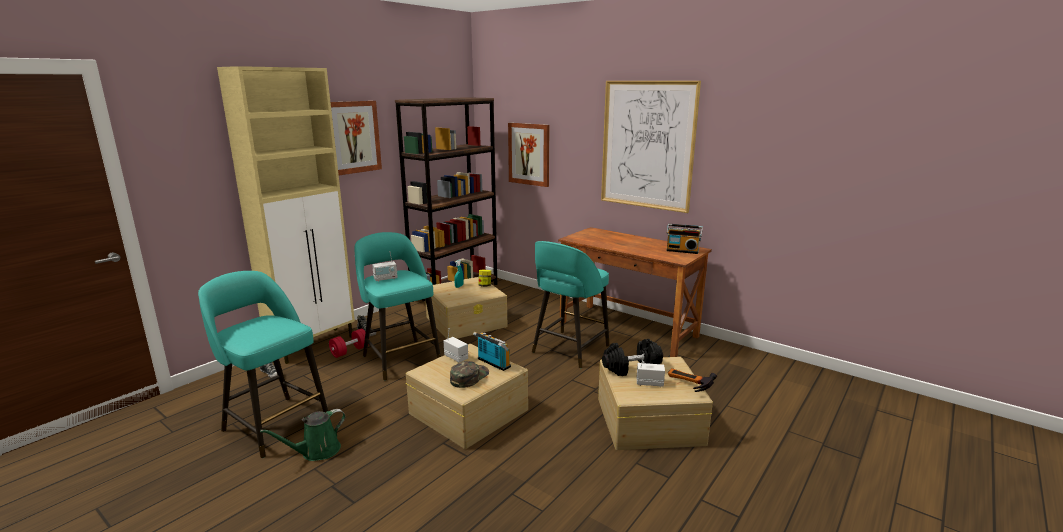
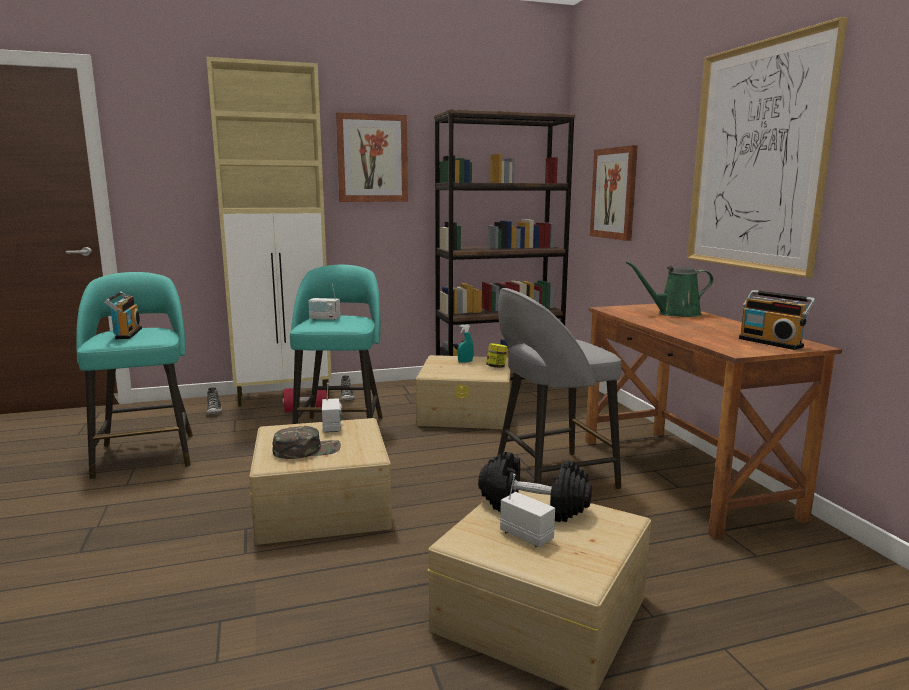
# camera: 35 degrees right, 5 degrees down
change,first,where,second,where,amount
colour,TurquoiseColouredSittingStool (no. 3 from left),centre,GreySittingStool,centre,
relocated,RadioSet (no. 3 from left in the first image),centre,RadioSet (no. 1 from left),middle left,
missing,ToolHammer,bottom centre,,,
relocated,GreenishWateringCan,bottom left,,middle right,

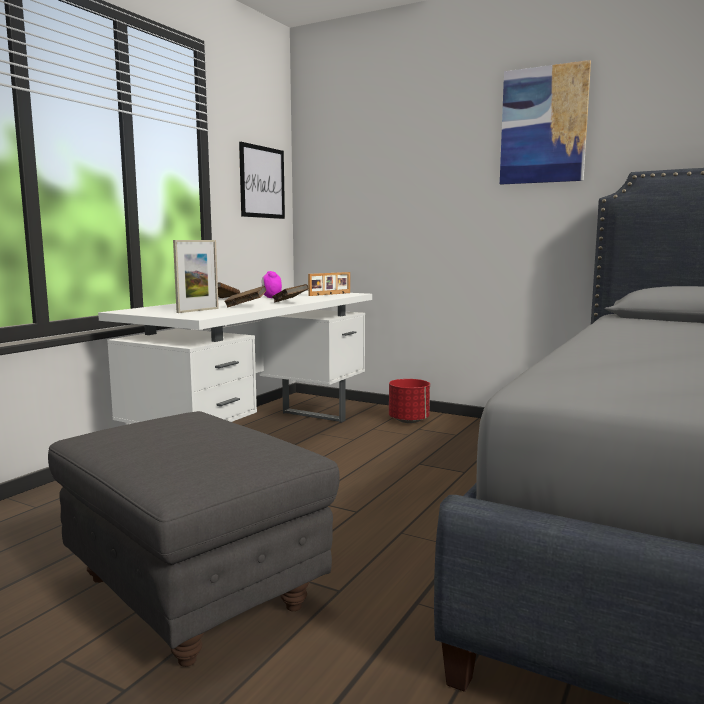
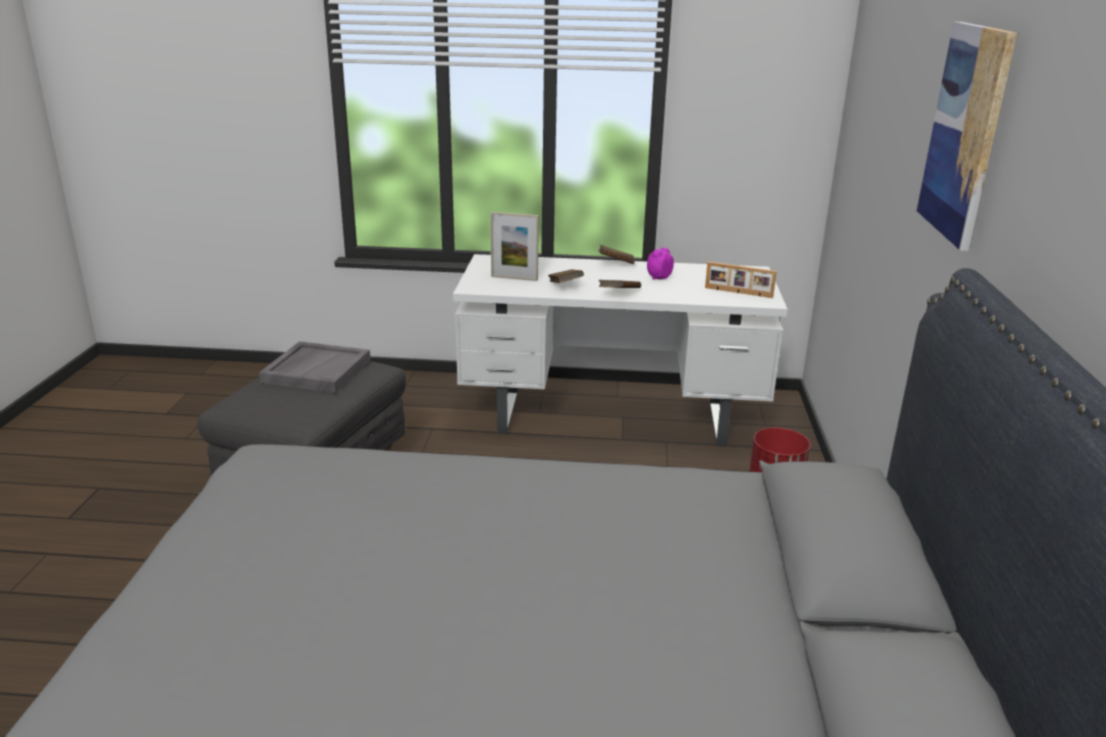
# camera: 65 degrees right, 15 degrees up
change,first,where,second,where,amount
missing,WallArt (no. 1 from left),top centre,,,
appeared,,,GreyCarryingTray,middle left,

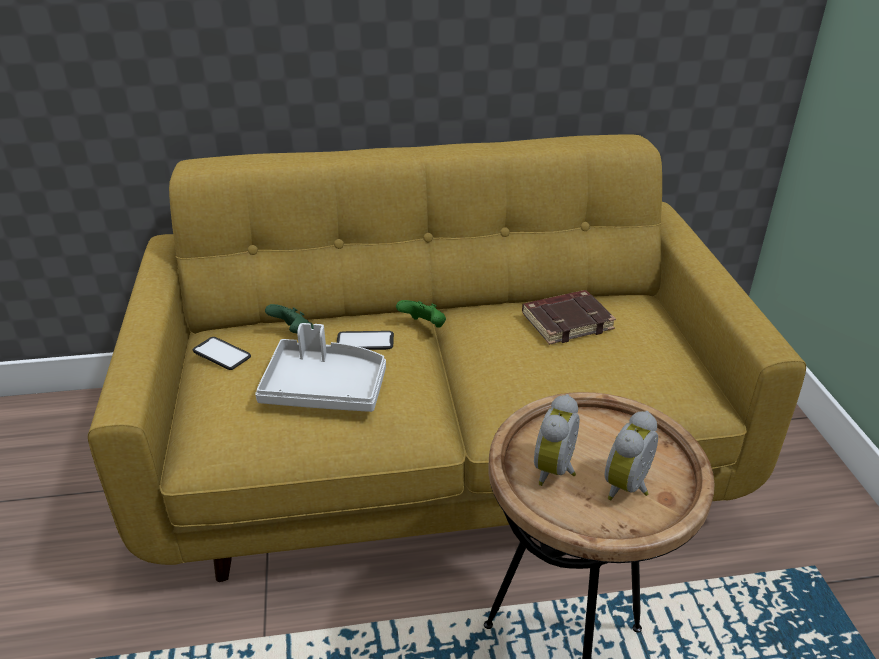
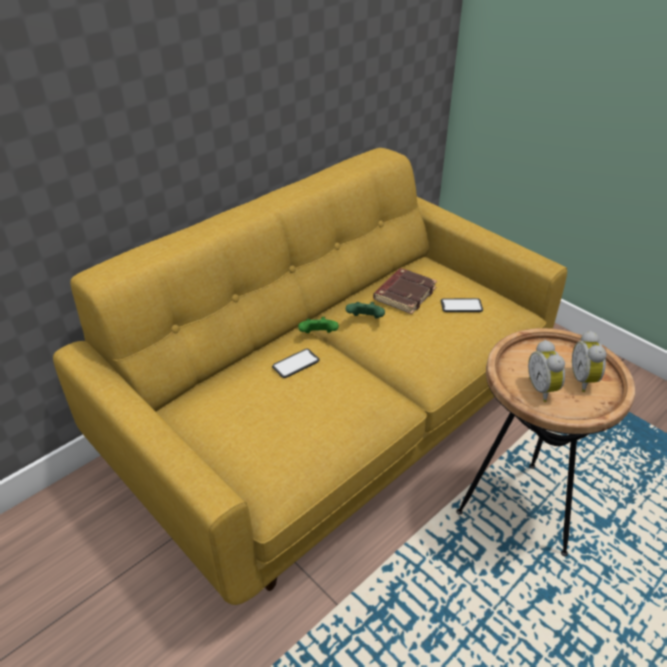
# camera: 35 degrees left, 5 degrees up
change,first,where,second,where,amount
relocated,GreenishGamepad (no. 1 from left in the first image),middle left,GreenishGamepad (no. 2 from left),centre,
missing,GreyCarryingTray,centre,,,
relocated,Telephone (no. 1 from left in the first image),middle left,Telephone (no. 2 from left),middle right,

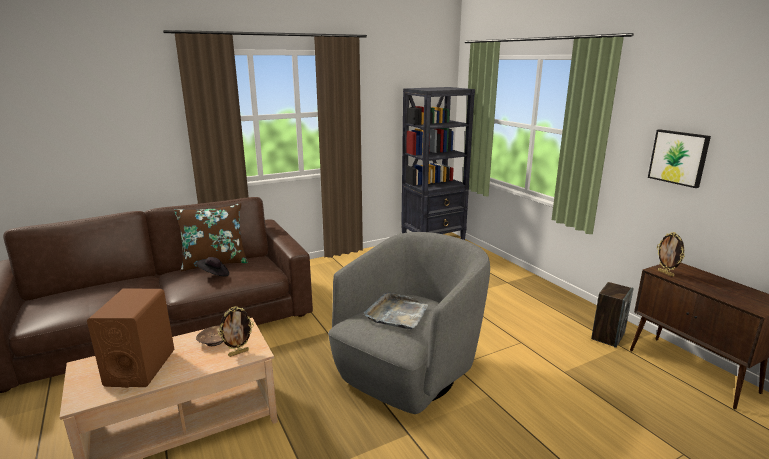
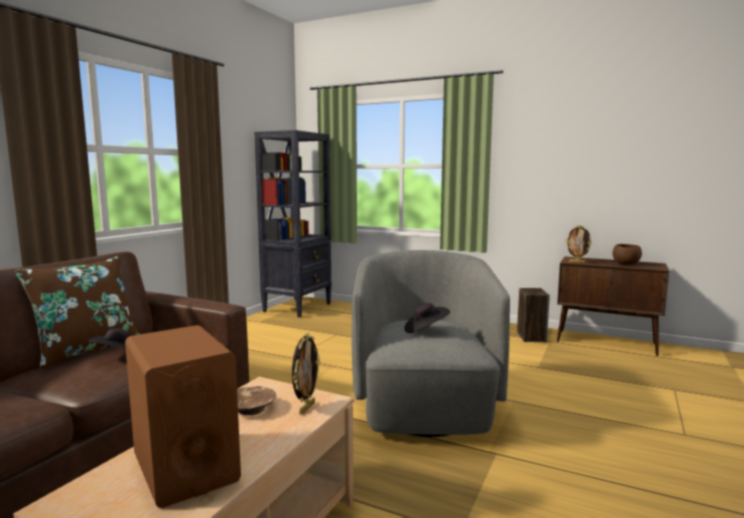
# camera: 35 degrees left, 10 degrees down
change,first,where,second,where,amount
missing,WallArt,middle right,,,
exchanged,GreyCarryingTray,bottom centre,BlackishHat (no. 2 from left),centre,
appeared,,,BrownServingBowl (no. 2 from left),middle right,

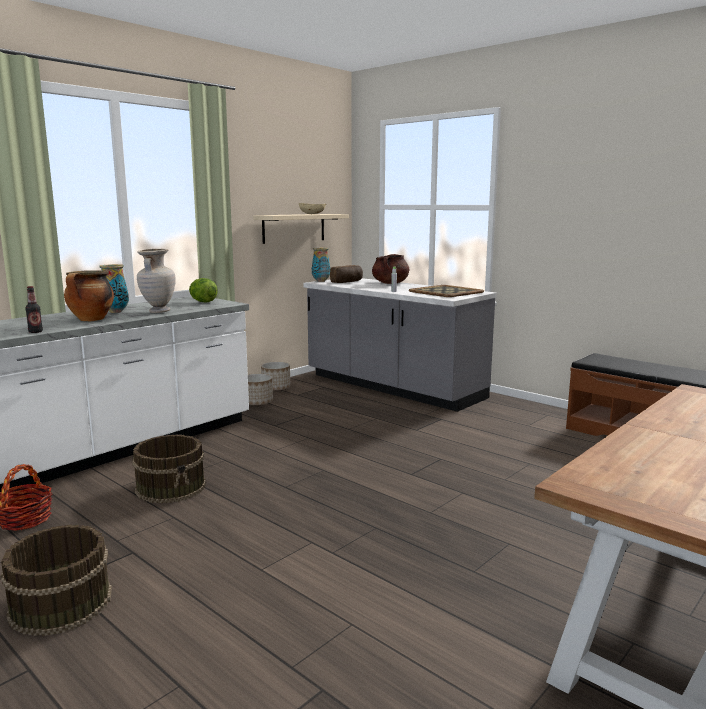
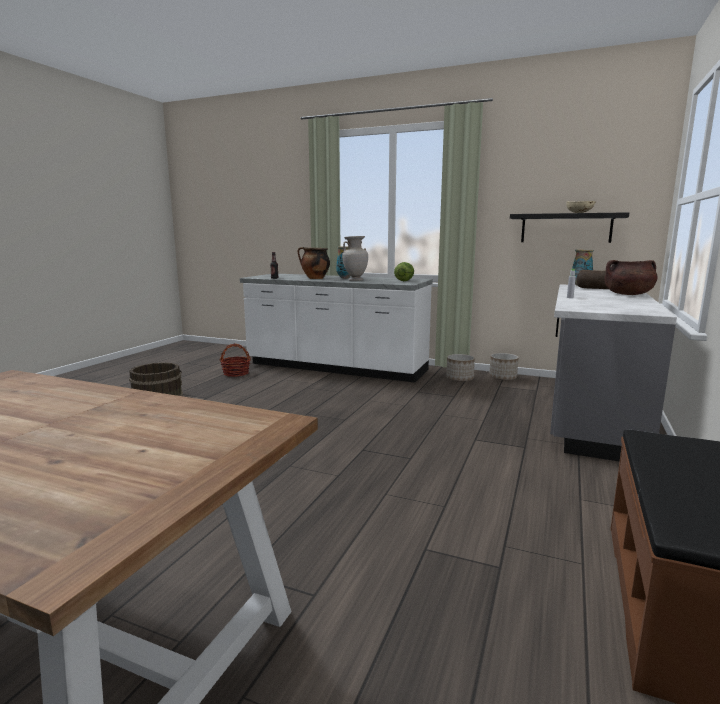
# camera: 70 degrees right, 0 degrees up
change,first,where,second,where,amount
colour,SandColouredBracketShelf,top centre,BlackishBracketShelf,top right,
missing,CarryingTray,centre,,,
missing,BrownPail (no. 2 from left),middle left,,,

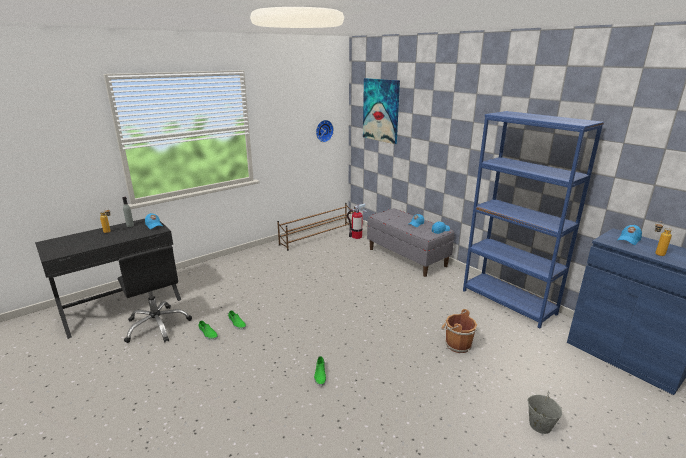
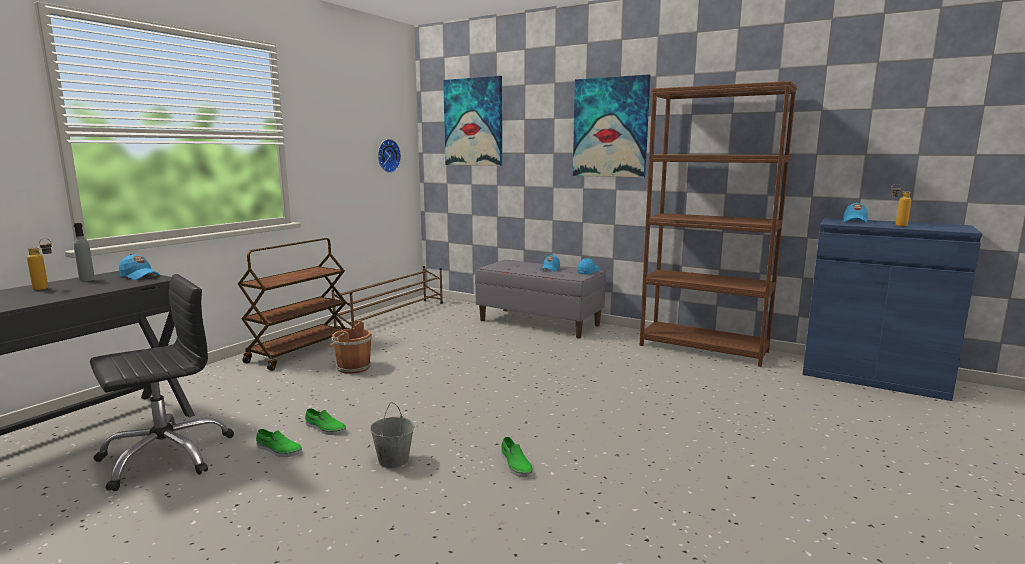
# camera: 20 degrees left, 10 degrees down
change,first,where,second,where,amount
colour,BluishBookshelf,middle right,BrownBookshelf,middle right,
missing,FireFightingCylinder,centre,,,
spun,BlackishDeskChair,middle left,,bottom left,75 degrees counterclockwise
relocated,BrownPail,bottom right,,centre,
relocated,GreyPail,bottom right,,bottom centre,
appeared,,,WallArt (no. 2 from left),top centre,
appeared,,,BrownCart,middle left,

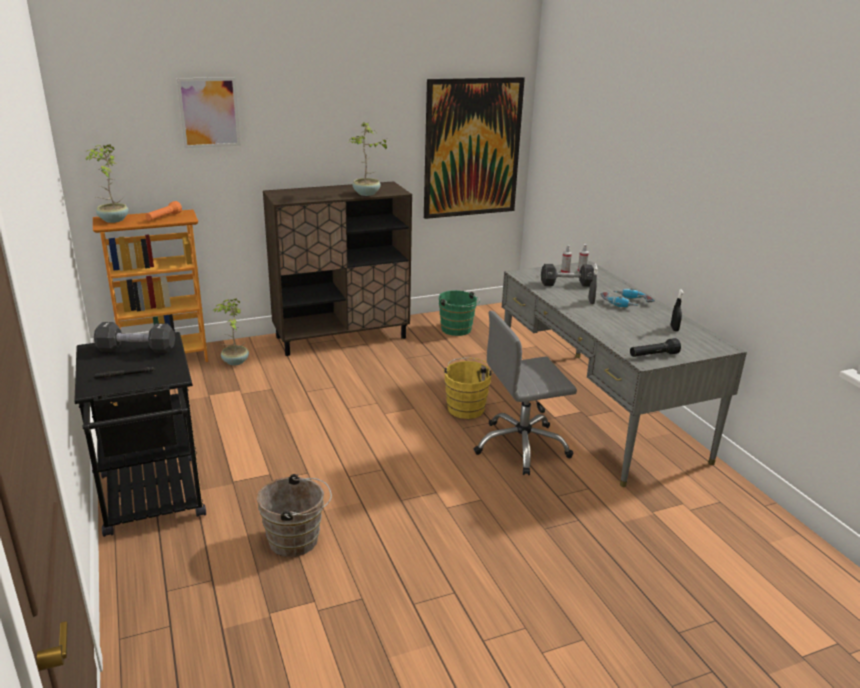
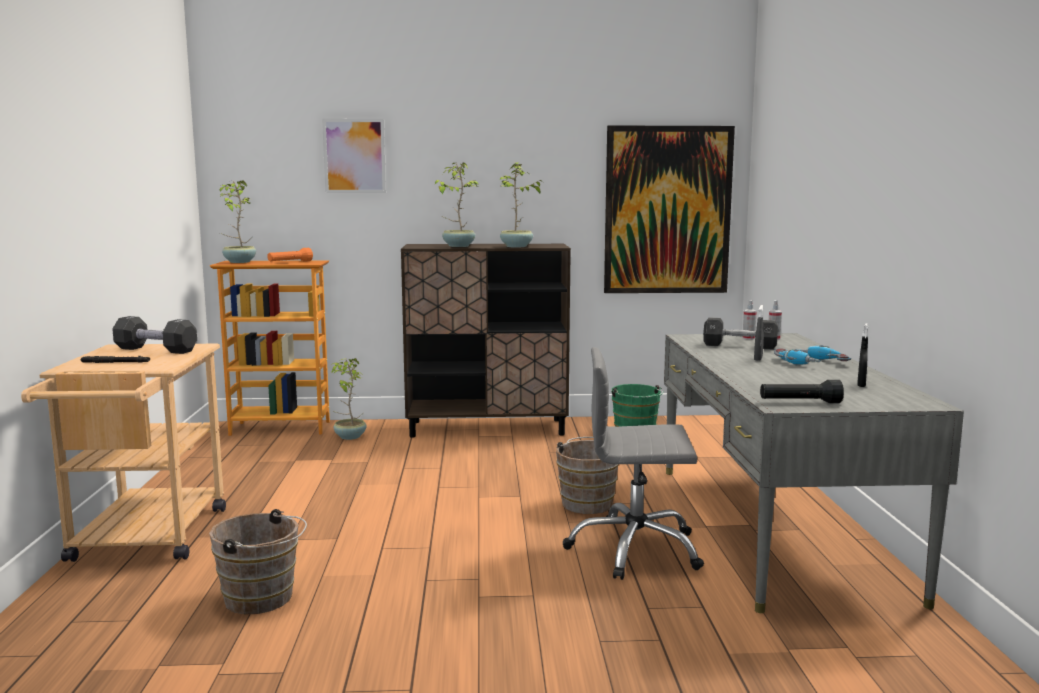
# camera: 20 degrees right, 15 degrees down
change,first,where,second,where,amount
colour,BlackishCart,middle left,SandColouredCart,middle left,
colour,YellowPail,centre,BrownPail (no. 2 from left),bottom centre,
appeared,,,PottedPlant (no. 3 from left),top centre,

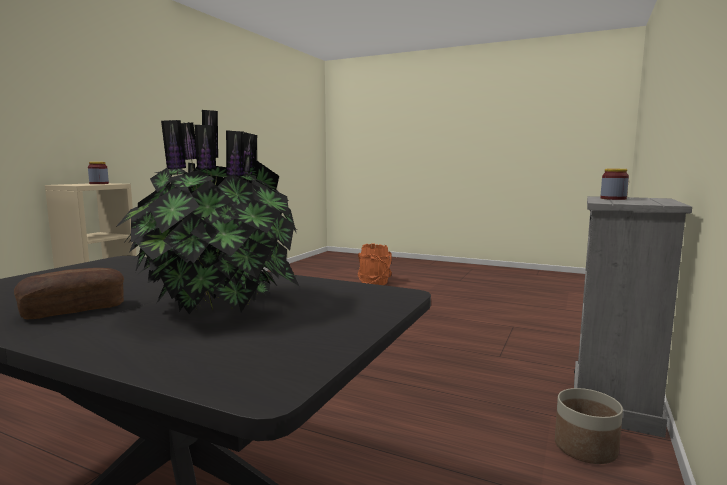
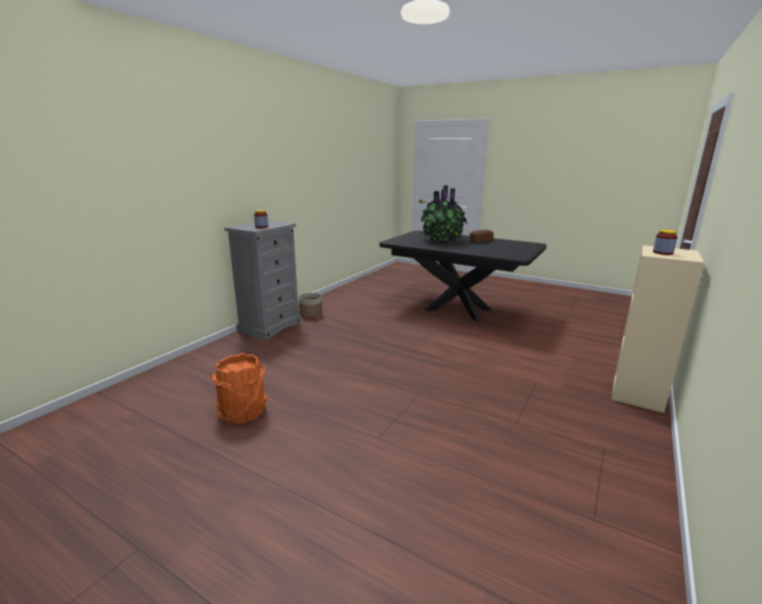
# camera: 175 degrees left, 10 degrees up
change,first,where,second,where,amount
relocated,OrangePail,centre,,middle left,

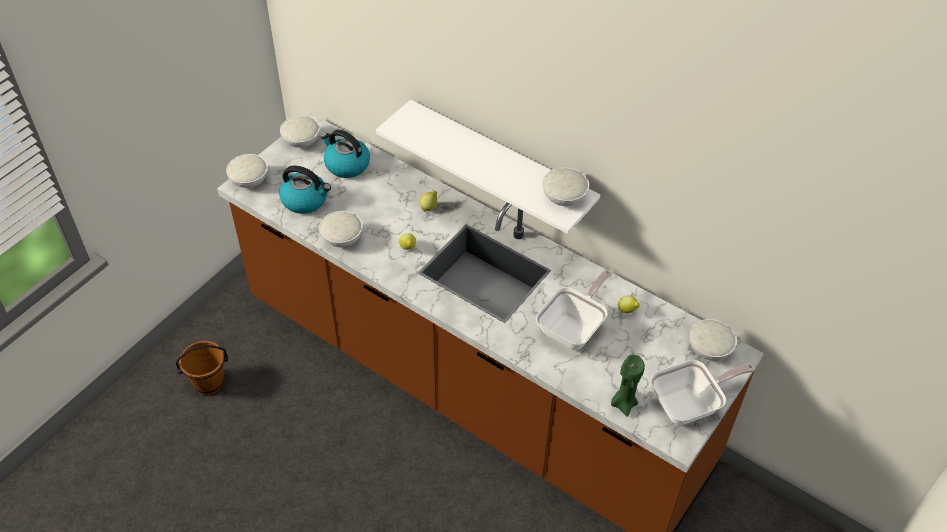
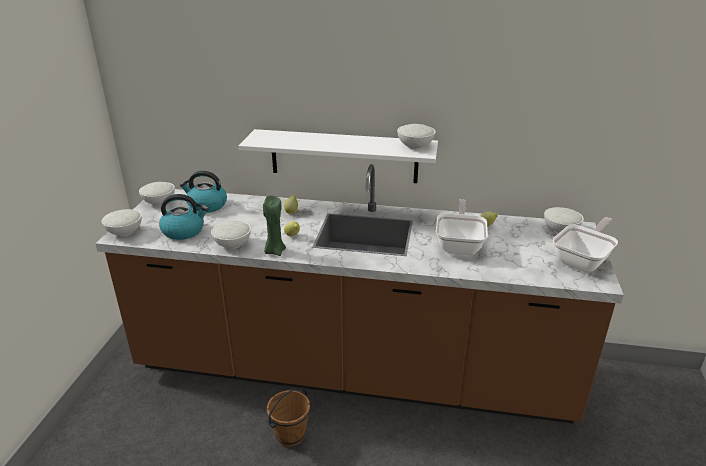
# camera: 25 degrees left, 20 degrees down
change,first,where,second,where,amount
relocated,BrownPail,bottom left,,bottom centre,
relocated,GreenishWaxCandle,bottom centre,,centre,

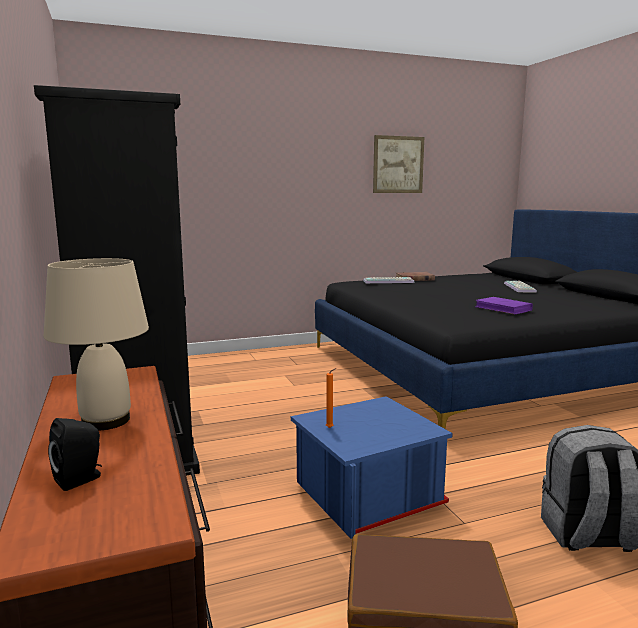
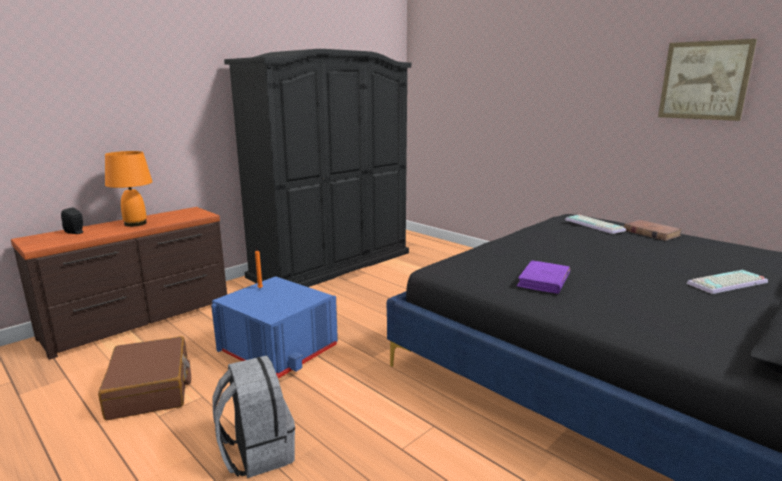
# camera: 65 degrees right, 5 degrees up
change,first,where,second,where,amount
colour,SandColouredTabletopLamp,middle left,OrangeTabletopLamp,middle left,

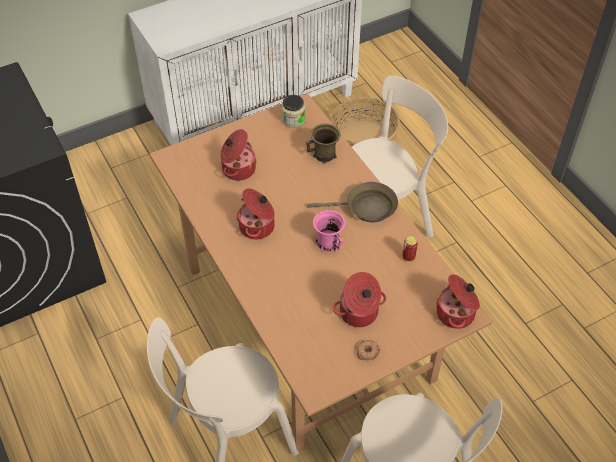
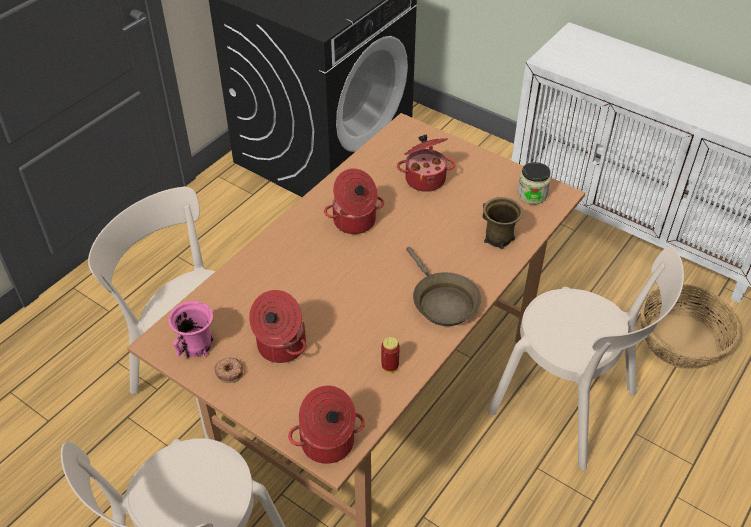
# camera: 65 degrees right, 5 degrees down
change,first,where,second,where,amount
relocated,PinkishMug,centre,,middle left,

